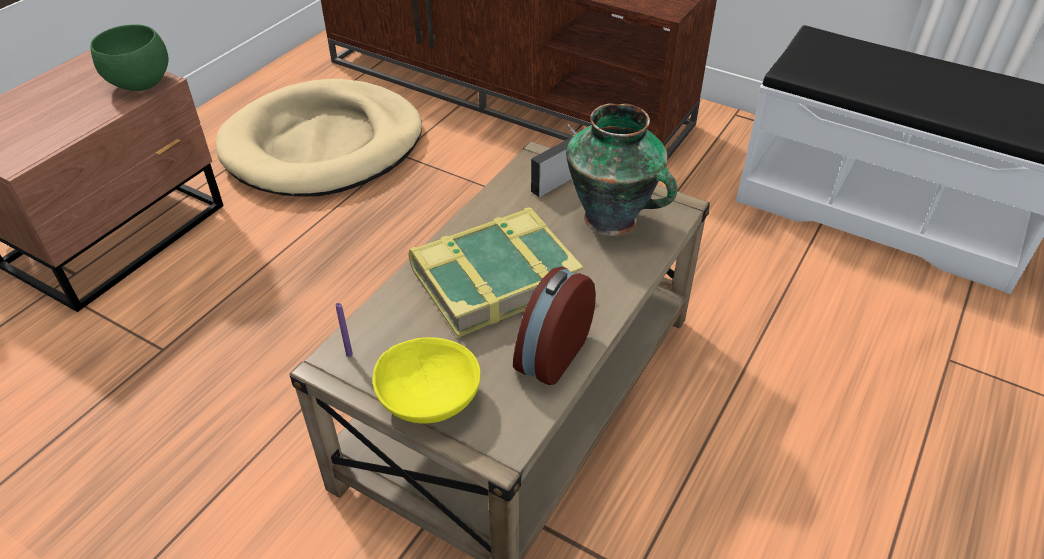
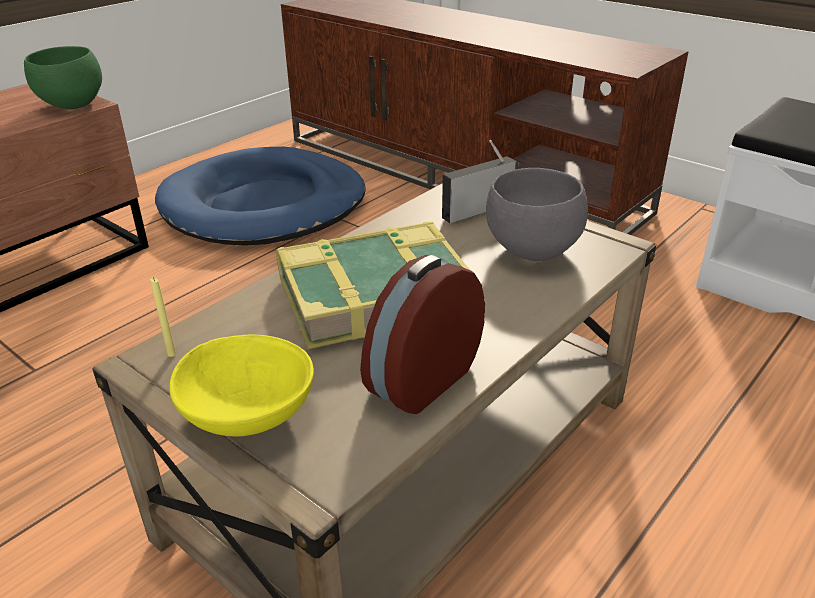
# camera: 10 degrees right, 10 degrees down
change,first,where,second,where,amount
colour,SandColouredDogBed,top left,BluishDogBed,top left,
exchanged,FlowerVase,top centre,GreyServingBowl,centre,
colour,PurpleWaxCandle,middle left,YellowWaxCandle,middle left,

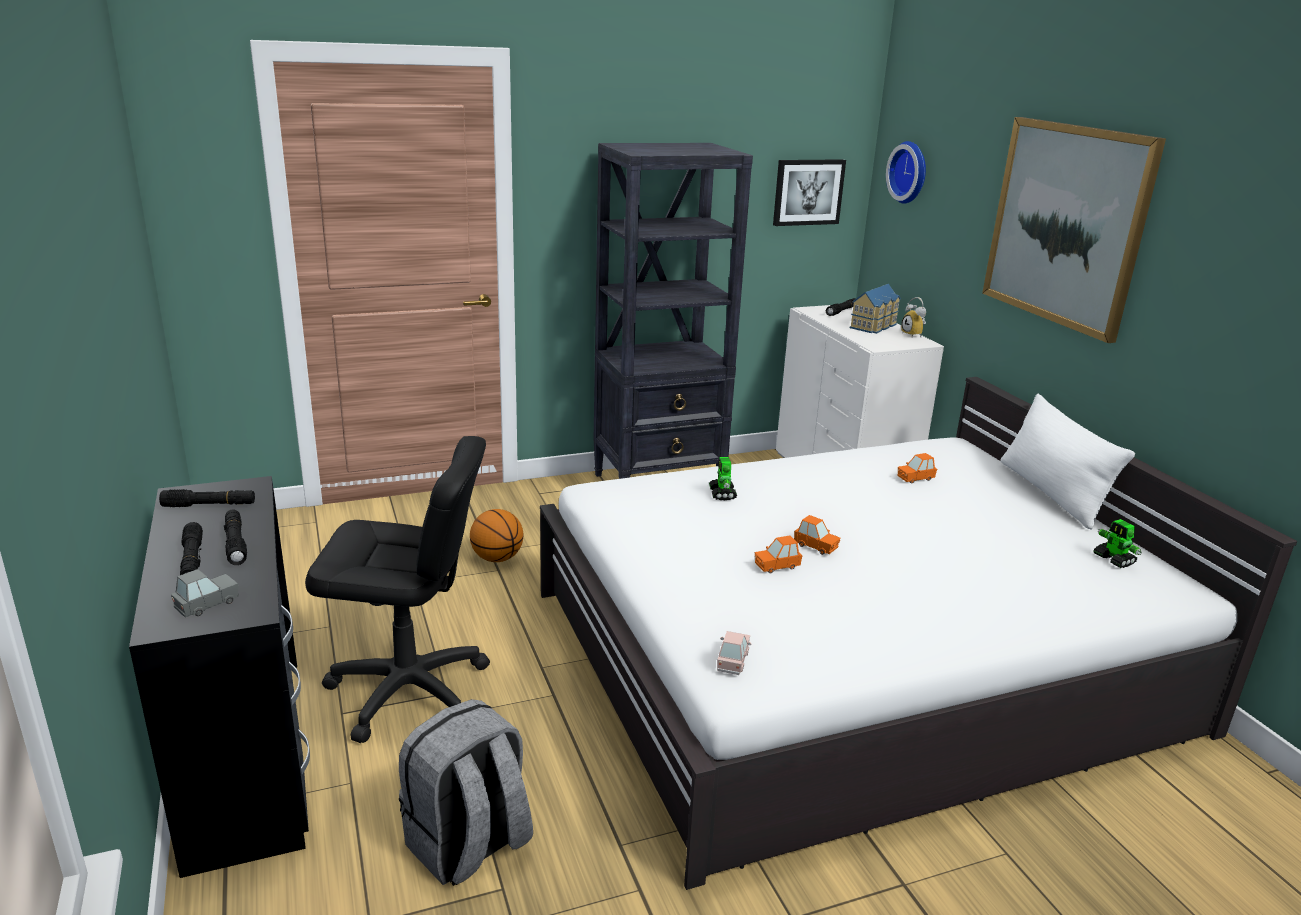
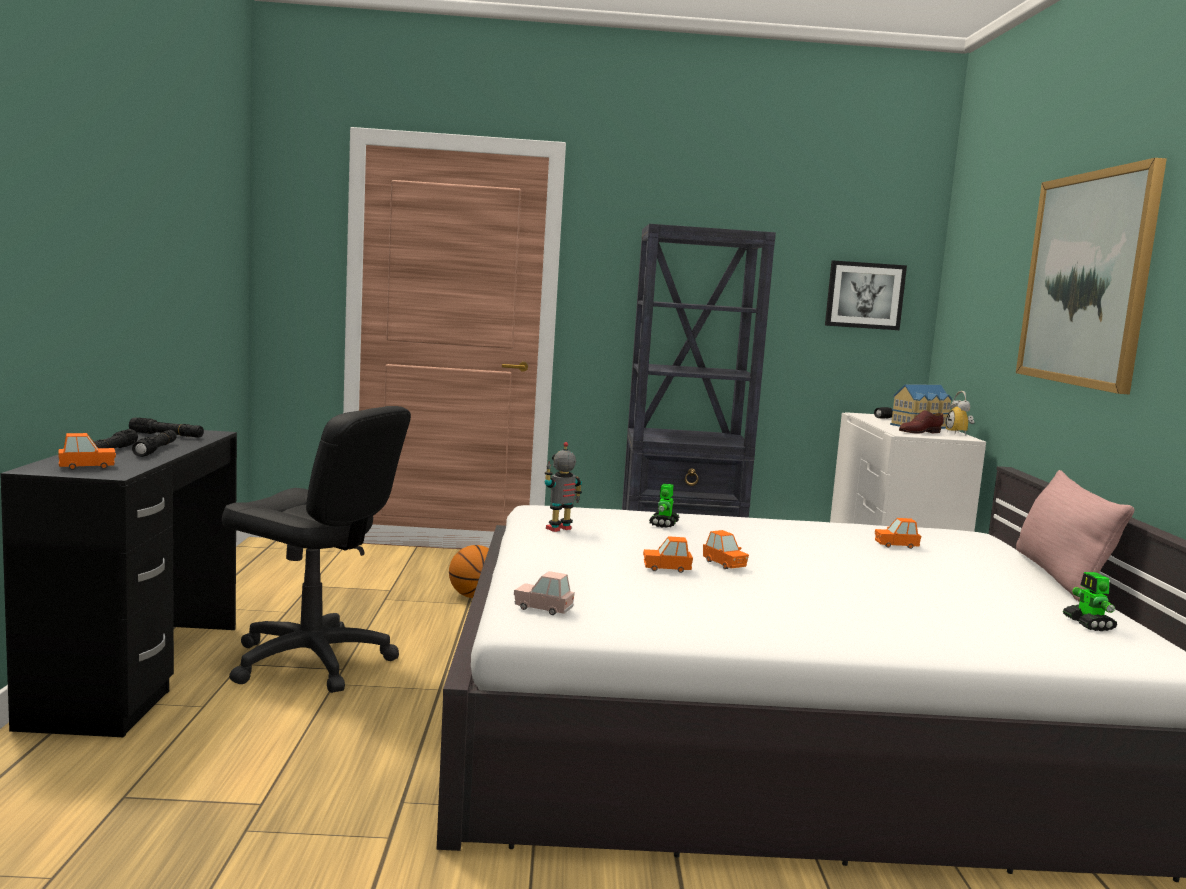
# camera: 20 degrees right, 15 degrees down
change,first,where,second,where,amount
missing,HangingClock,top right,,,
colour,WhitishThrowPillow,middle right,PinkishThrowPillow,middle right,
colour,GreyMiniatureCar,middle left,OrangeMiniatureCar (no. 1 from left),middle left,
spun,PinkishMiniatureCar,bottom centre,,bottom centre,105 degrees counterclockwise
missing,GreyBackpack,bottom centre,,,
appeared,,,BrownItemOfFootwear,middle right,
appeared,,,ToyRobot (no. 1 from left),centre,

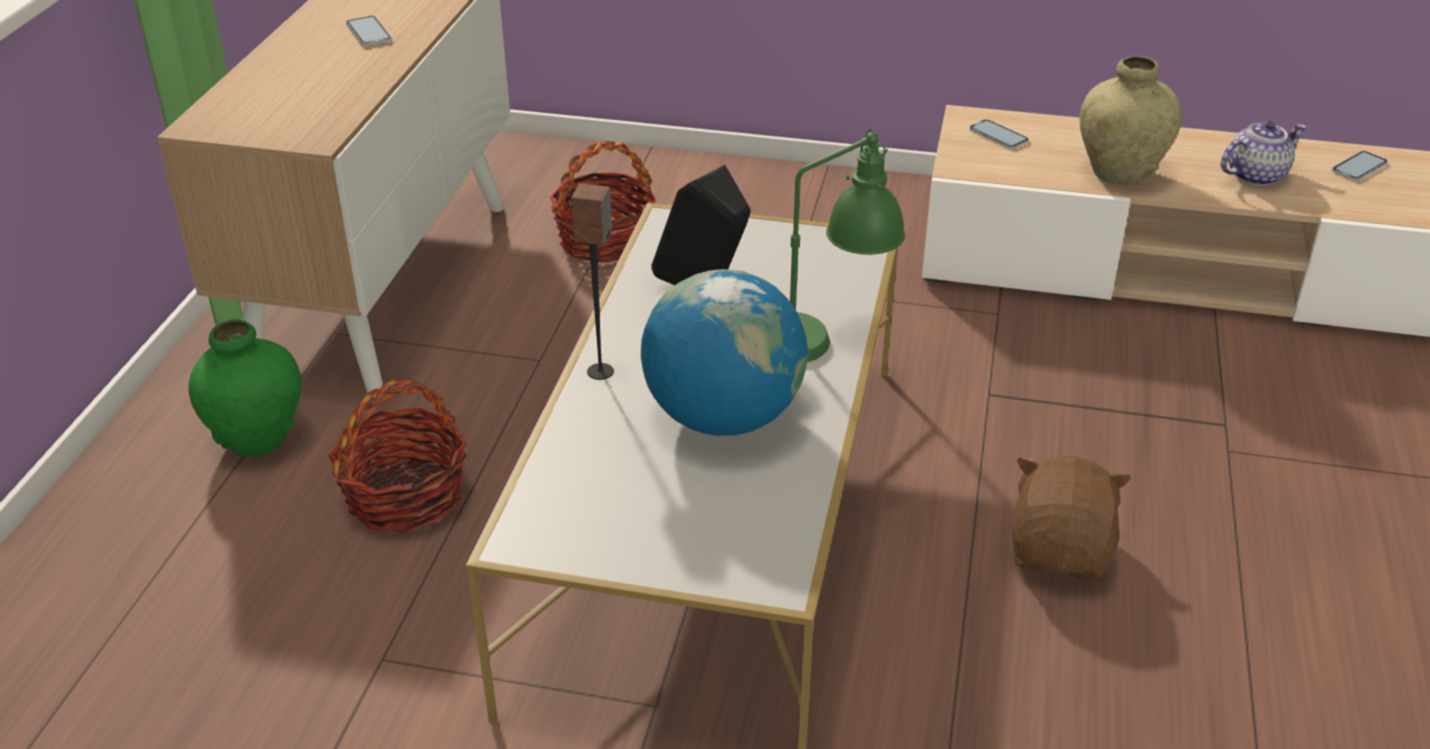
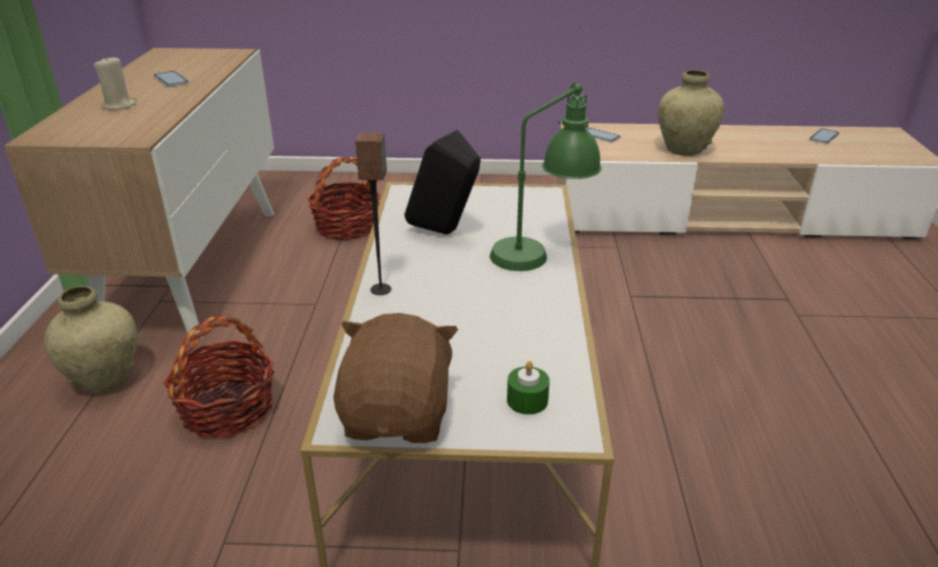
# camera: 10 degrees left, 5 degrees down
change,first,where,second,where,amount
missing,TeaPot,top right,,,
missing,Globe,centre,,,
colour,GreenishFlowerVase,middle left,SandColouredFlowerVase (no. 1 from left),middle left,
relocated,BrownCuddlyToy,bottom right,,bottom centre,
appeared,,,SandColouredWaxCandle,top left,
appeared,,,GreenishWaxCandle,bottom centre,

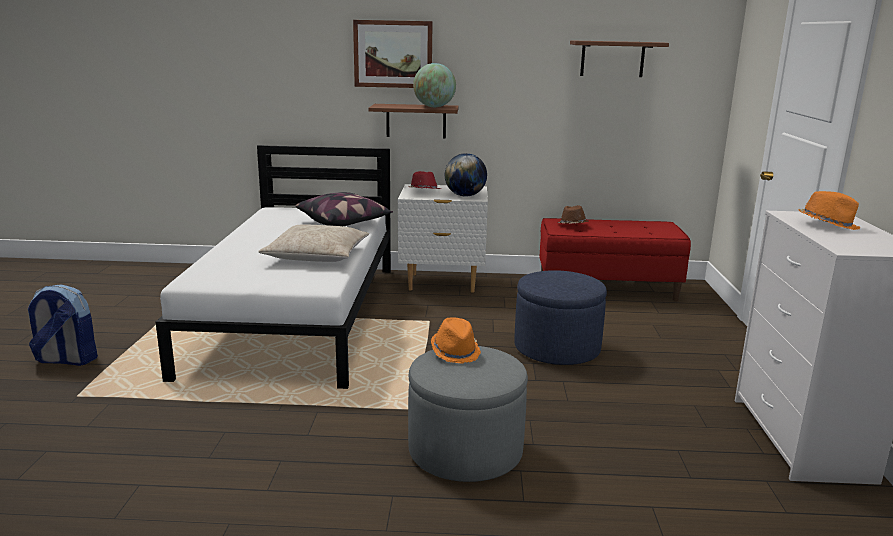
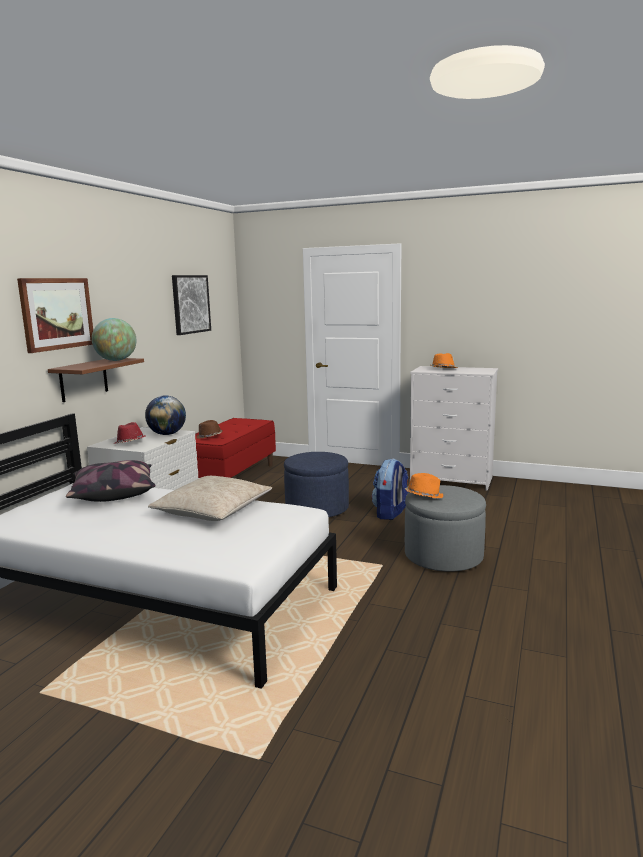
# camera: 70 degrees left, 5 degrees down
change,first,where,second,where,amount
exchanged,BrownBracketShelf (no. 2 from left),top right,WallArt (no. 2 from left),middle left,
relocated,Backpack,middle left,,centre,

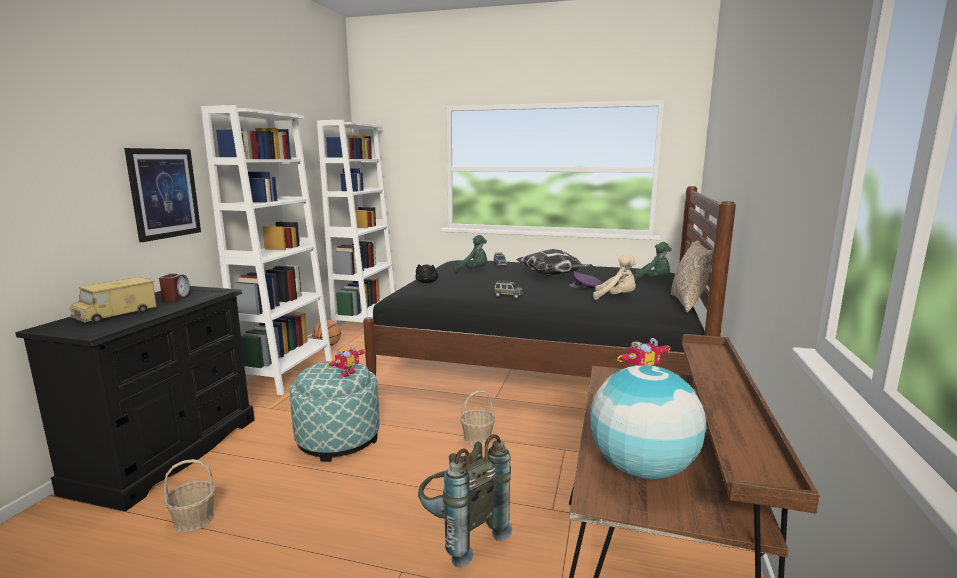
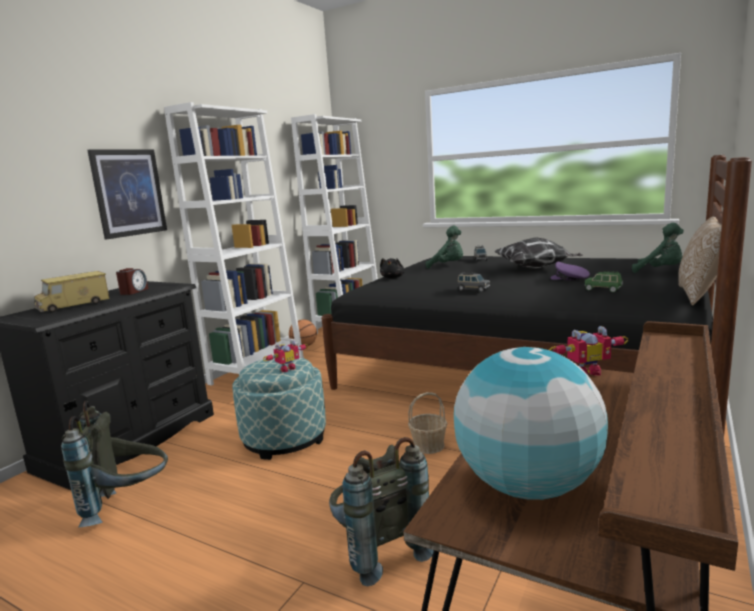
# camera: 15 degrees right, 0 degrees up
change,first,where,second,where,amount
exchanged,SandColouredCuddlyToy,centre,GreenishMiniatureCar,middle right,
exchanged,StorageBasket (no. 1 from left),bottom left,GreyBackpack (no. 1 from left),bottom left,

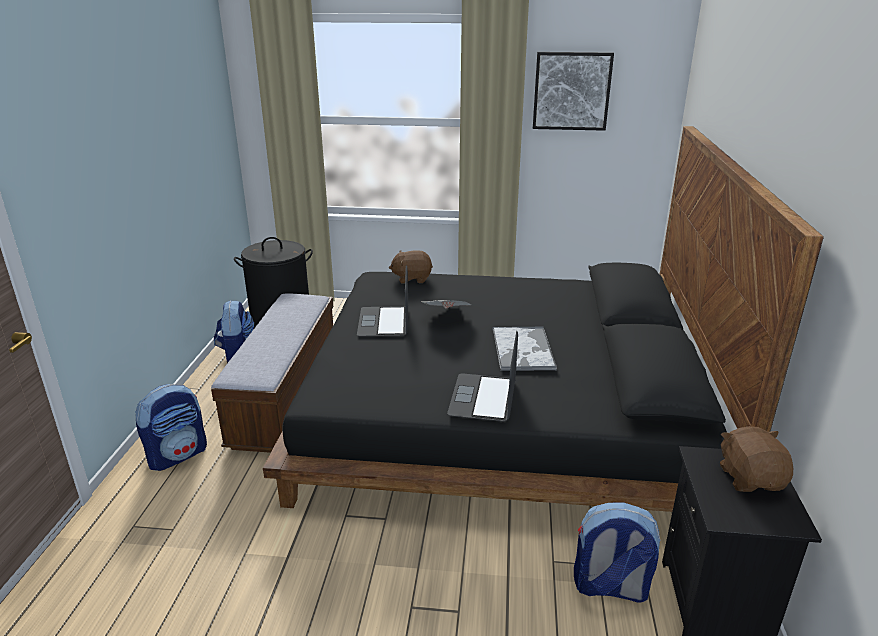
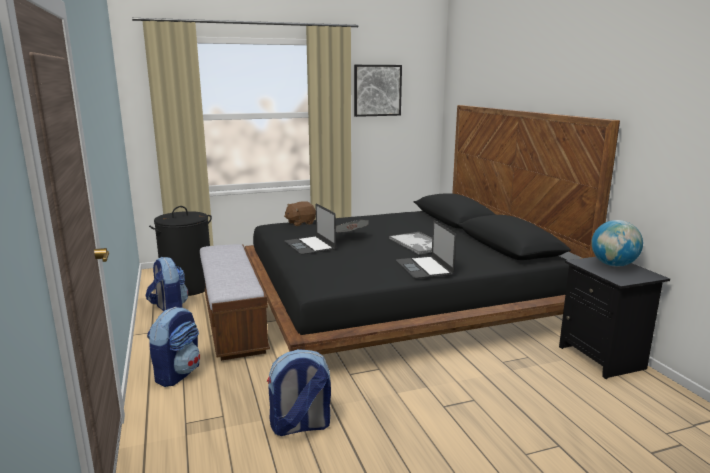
# camera: 25 degrees left, 10 degrees down
change,first,where,second,where,amount
exchanged,BrownCuddlyToy (no. 2 from left),bottom right,Globe,middle right,
relocated,Backpack (no. 3 from left),bottom right,,bottom centre,

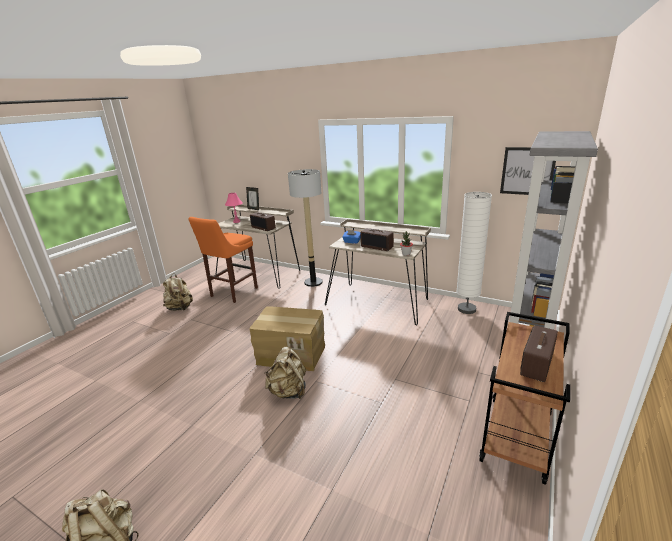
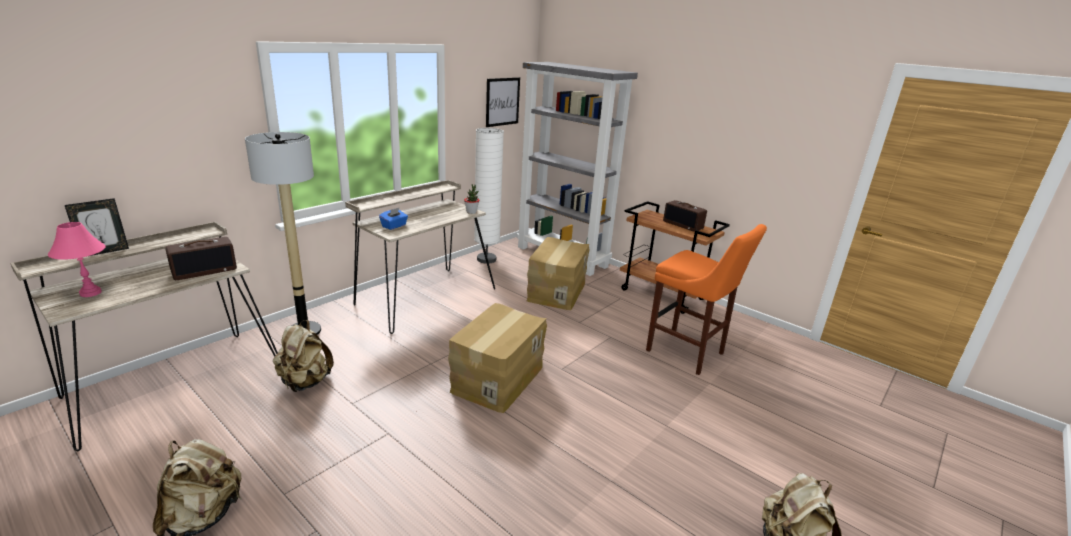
# camera: 80 degrees left, 0 degrees up
change,first,where,second,where,amount
relocated,OrangeSittingStool,middle left,,centre,
missing,RadioSet (no. 2 from left),centre,,,
relocated,SandColouredBackpack (no. 3 from left in the first image),bottom centre,SandColouredBackpack (no. 2 from left),middle left,
appeared,,,PackingBox (no. 2 from left),centre,

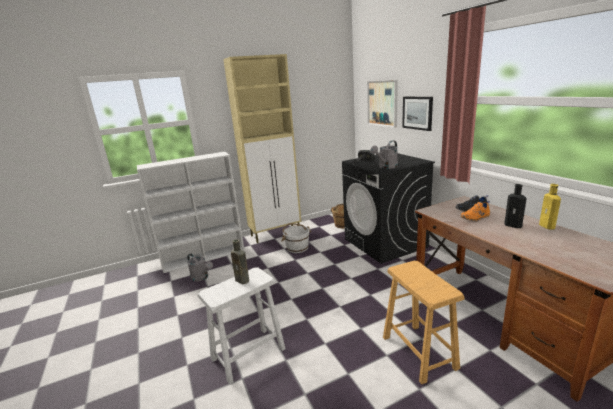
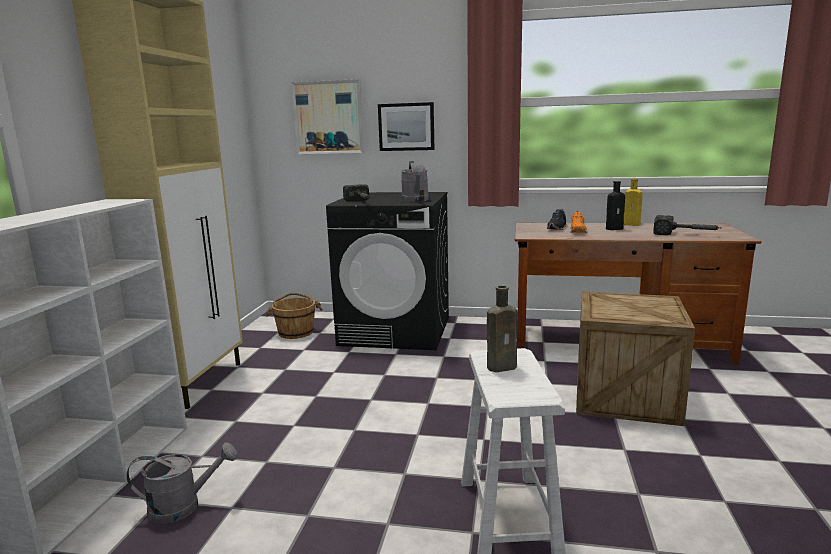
# camera: 55 degrees left, 5 degrees down
change,first,where,second,where,amount
missing,WhitishPail,centre,,,
exchanged,BrownSittingStool,bottom right,Crate,middle right,
appeared,,,ToolHammer (no. 2 from left),middle right,

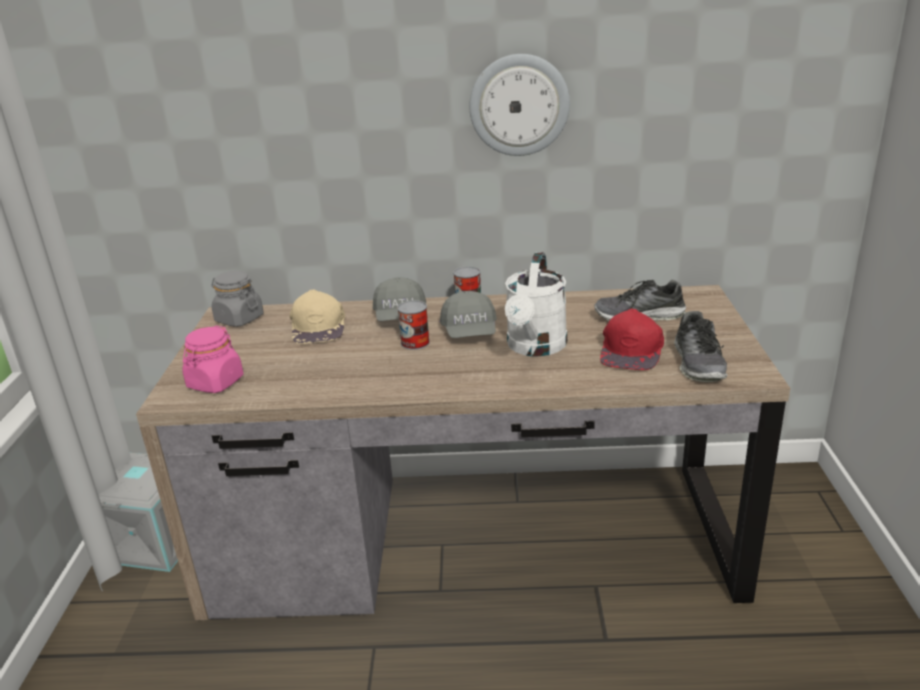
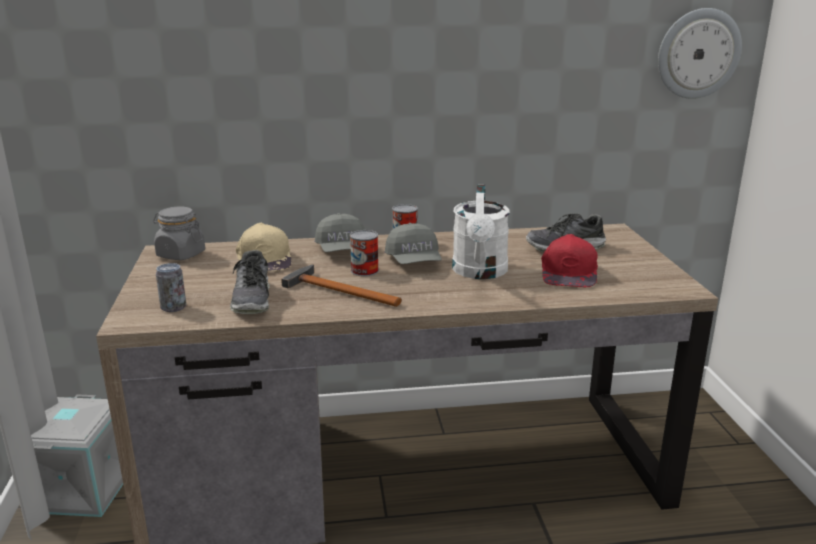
# camera: 10 degrees left, 5 degrees down
change,first,where,second,where,amount
relocated,HangingClock,top centre,,top right,
relocated,ItemOfFootwear (no. 2 from left in the first image),middle right,ItemOfFootwear (no. 1 from left),middle left,
exchanged,PinkishStorageJar,middle left,SealedCan (no. 1 from left),middle left,
appeared,,,ToolHammer,centre,

